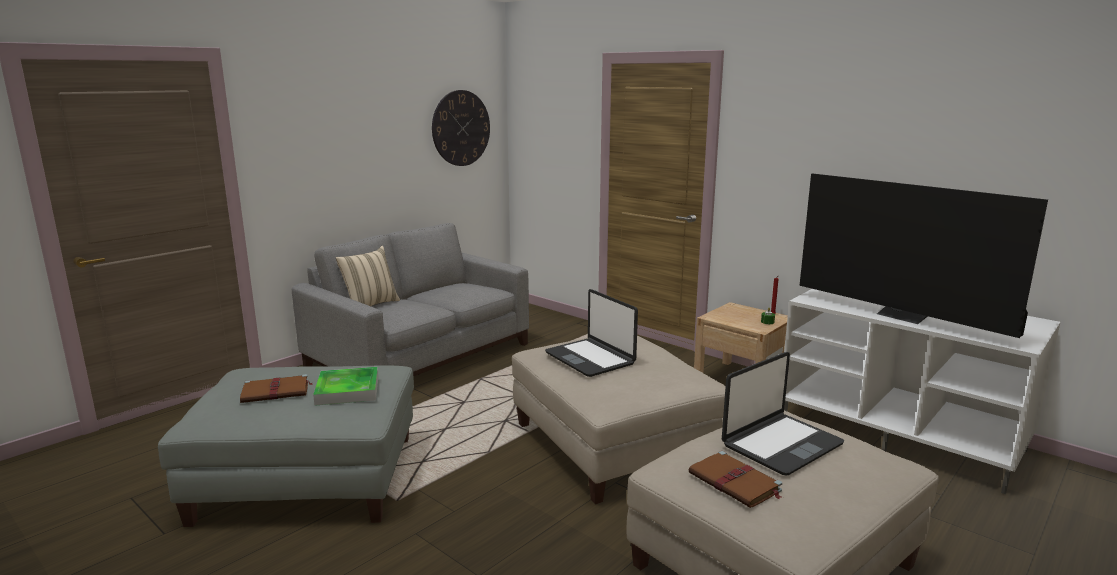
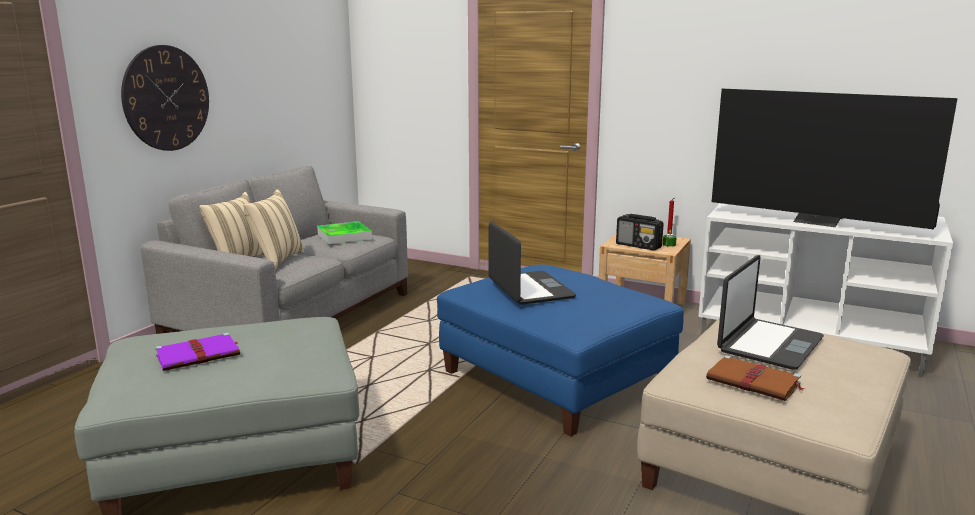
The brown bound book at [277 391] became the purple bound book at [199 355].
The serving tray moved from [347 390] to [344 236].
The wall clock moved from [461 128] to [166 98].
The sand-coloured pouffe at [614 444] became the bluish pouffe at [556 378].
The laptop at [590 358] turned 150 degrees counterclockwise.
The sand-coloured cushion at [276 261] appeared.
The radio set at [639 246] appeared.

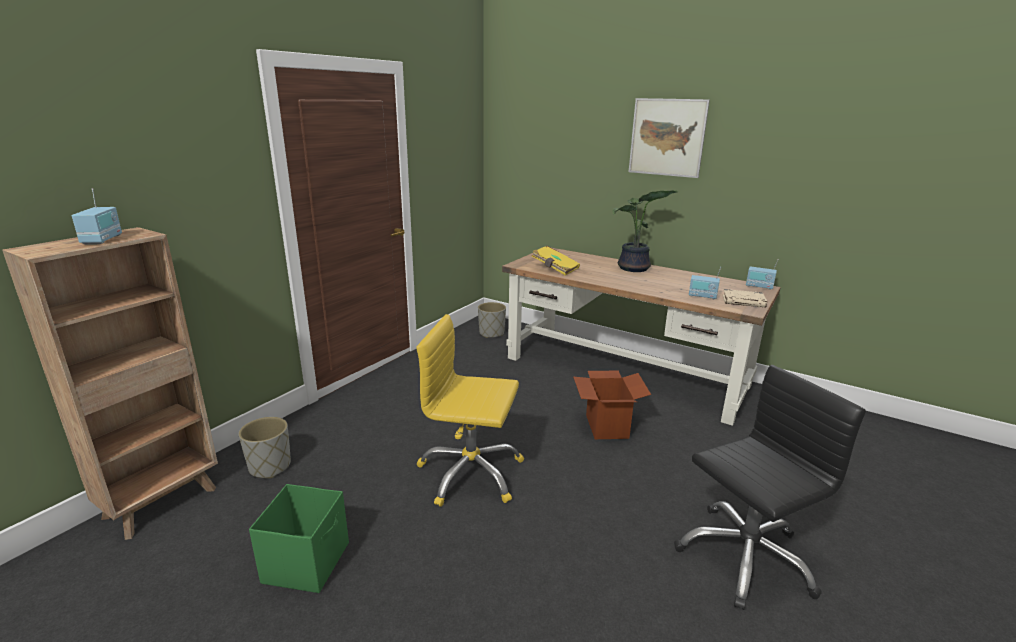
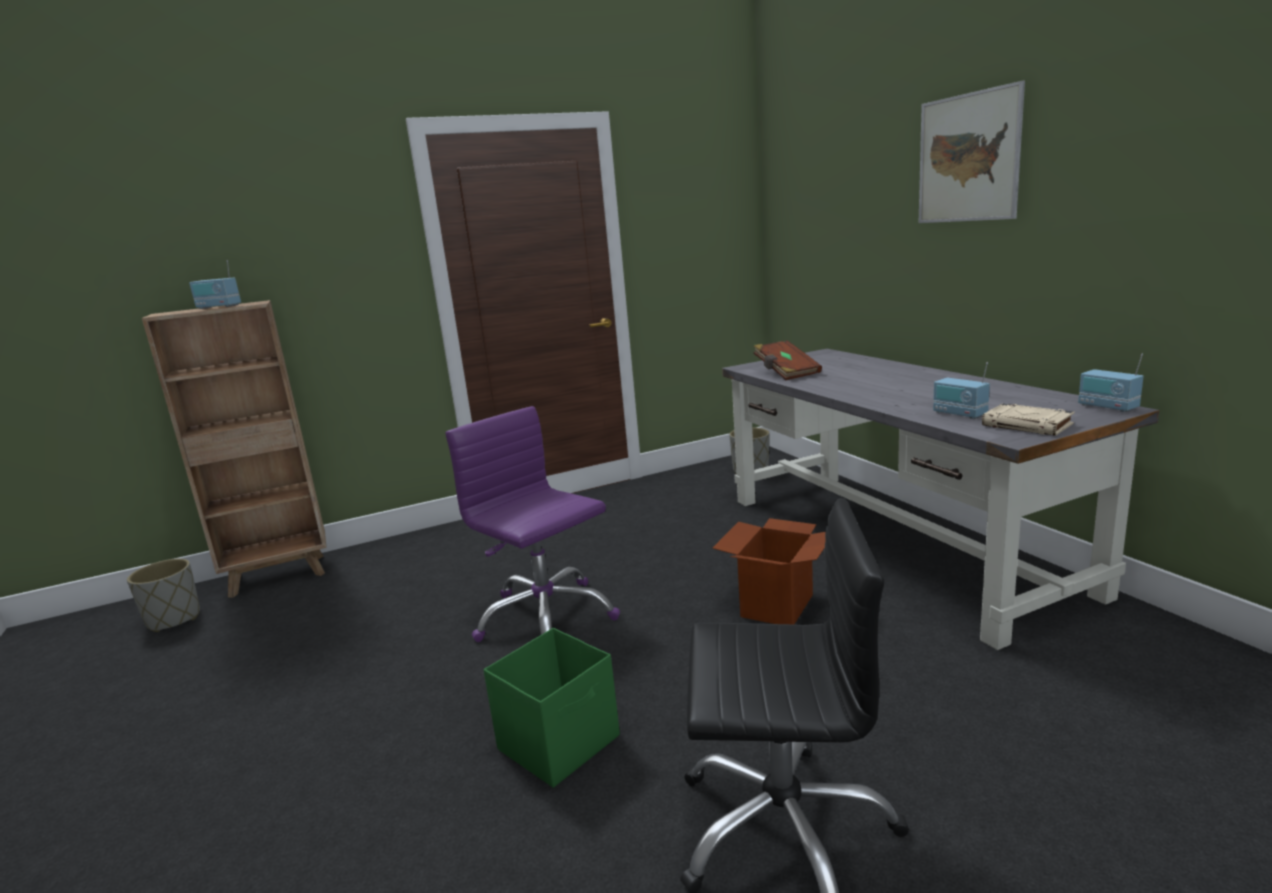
The radio set at [102 240] turned 75 degrees clockwise.
The gray plant pot moved from [270 467] to [173 619].
The greenish storage bin moved from [308 562] to [561 742].
The yellowish computer chair at [470 473] became the purple computer chair at [545 617].
The brown desk at [625 371] became the gray desk at [894 542].
The yellowish bound book at [555 269] became the brown bound book at [786 373].
The plant in a pot at [634 269] disappeared.

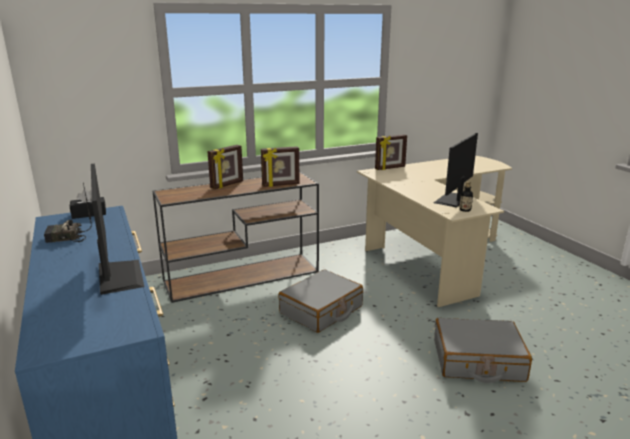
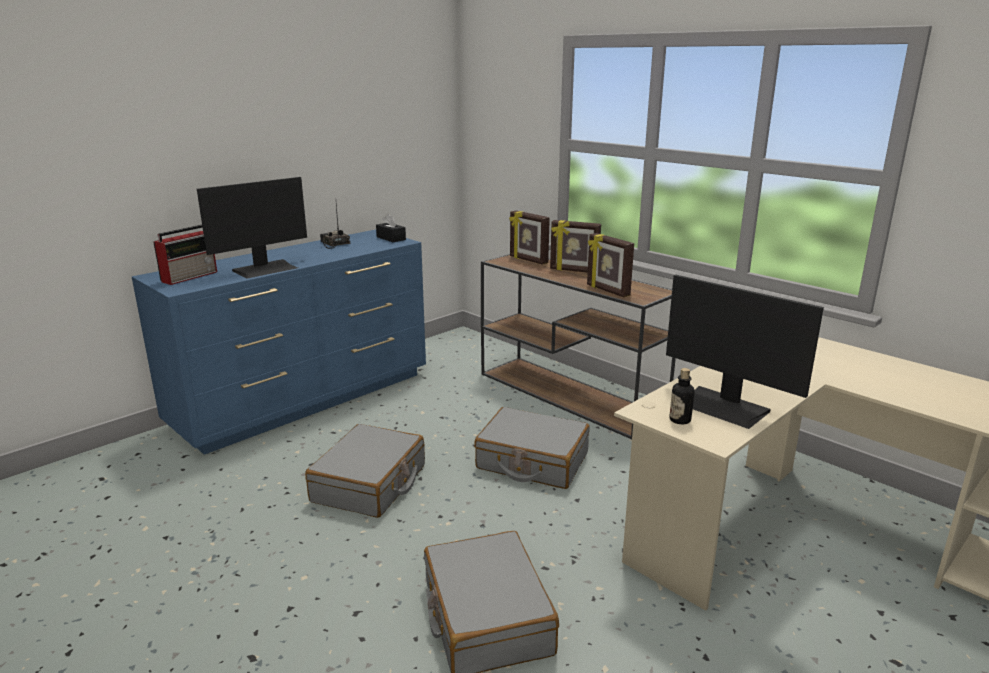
The picture frame moved from [390 168] to [528 260].
The monitor at [452 200] turned 150 degrees counterclockwise.
The radio set at [190 276] appeared.
The gray travel case at [370 484] appeared.

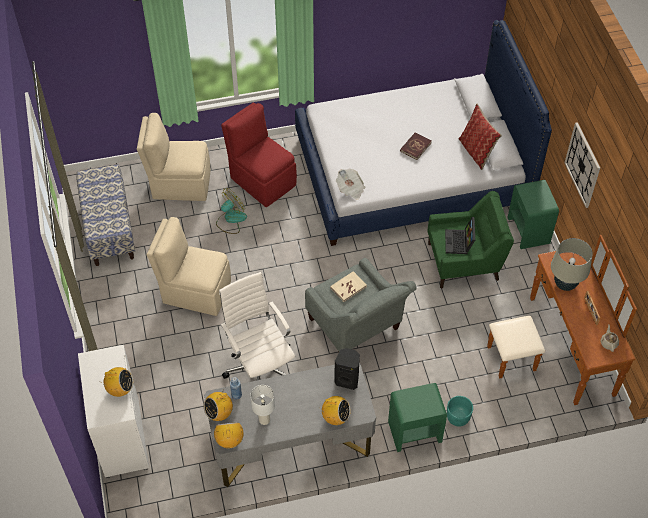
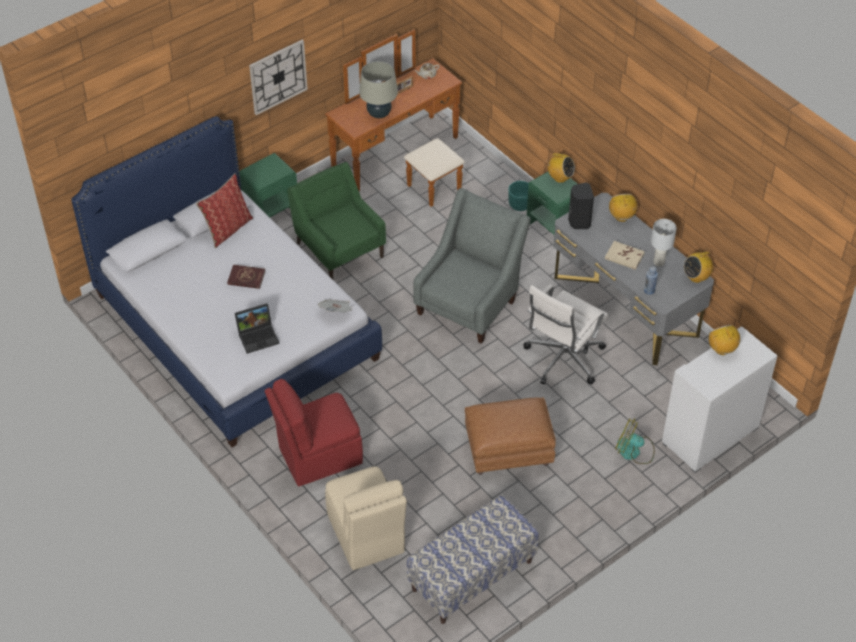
The sand-coloured plain chair at [195 291] was replaced by the brown pouffe at [507 452].
The radio set moved from [219 413] to [560 178].
The fan moved from [231 219] to [634 451].
The red-coloured plain chair at [262 180] turned 45 degrees clockwise.
The sand-coloured bound book moved from [348 287] to [624 257].
The laptop moved from [459 243] to [258 336].

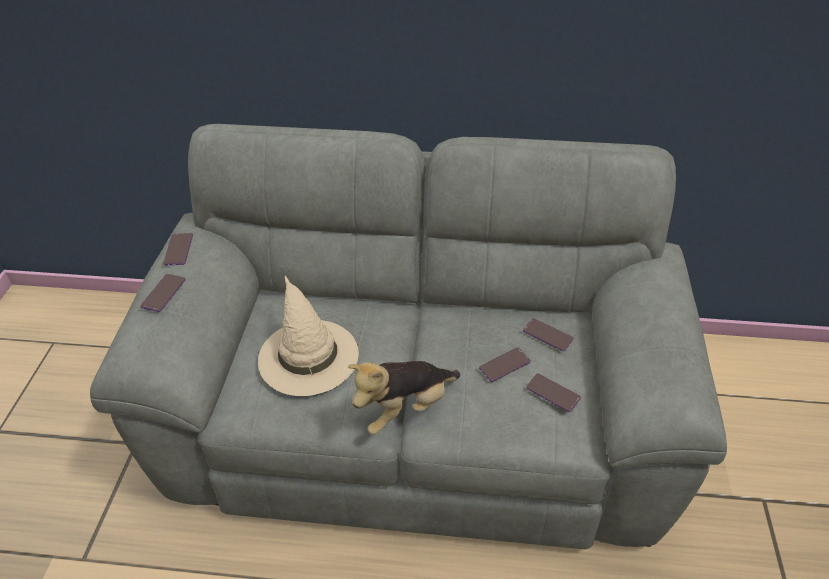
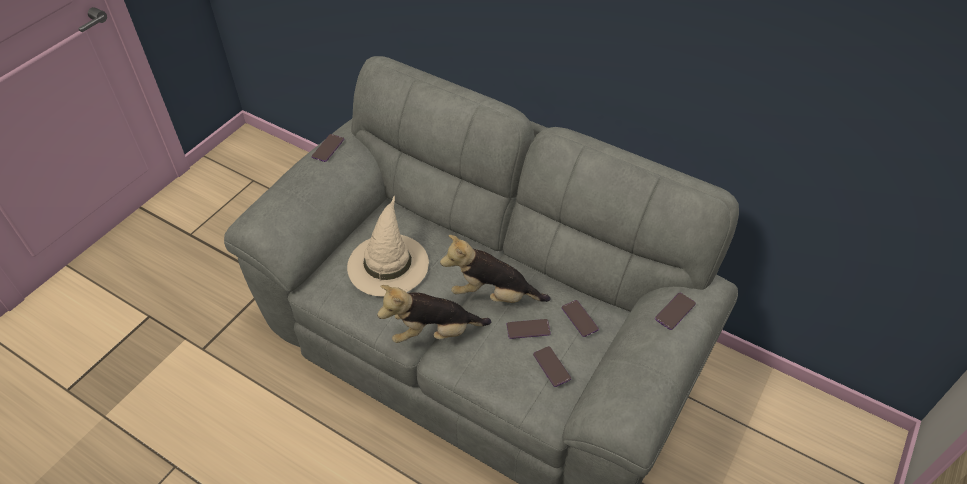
The handset moved from [163 293] to [675 311].
The soft toy at [493 295] appeared.

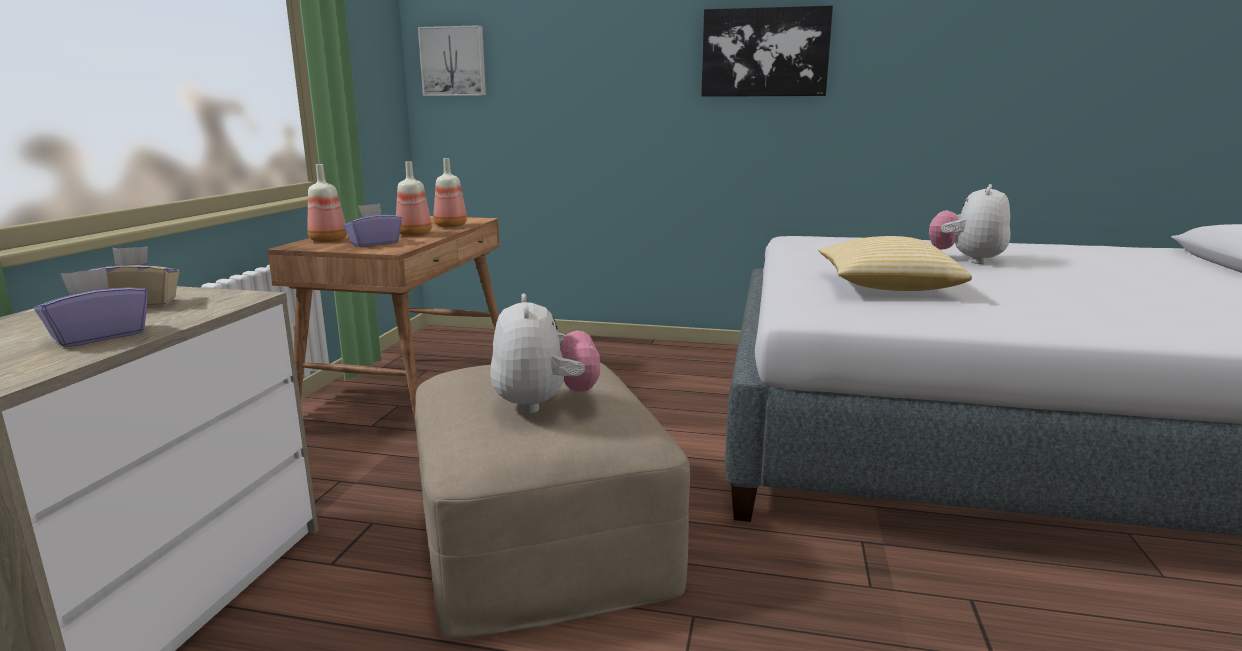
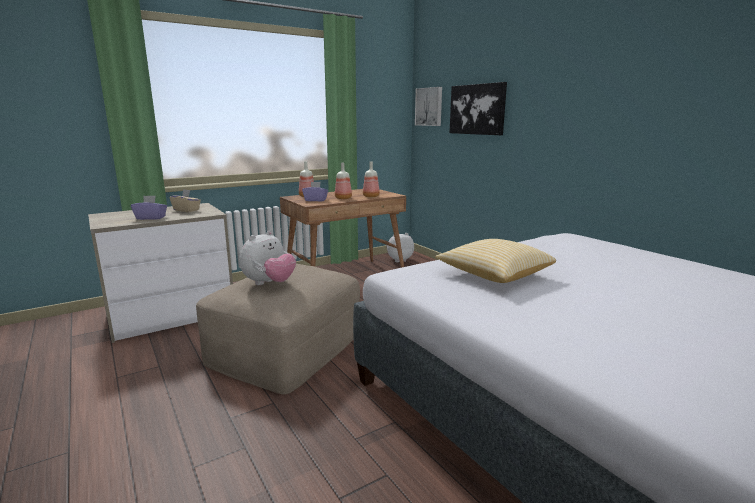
The wall picture moved from [765 52] to [477 109].
The soft toy moved from [966 260] to [399 260].

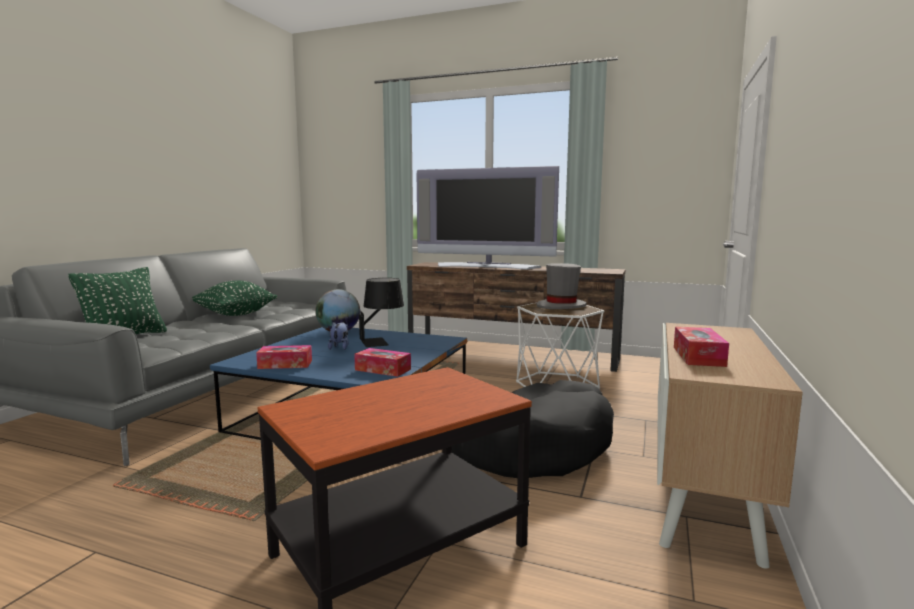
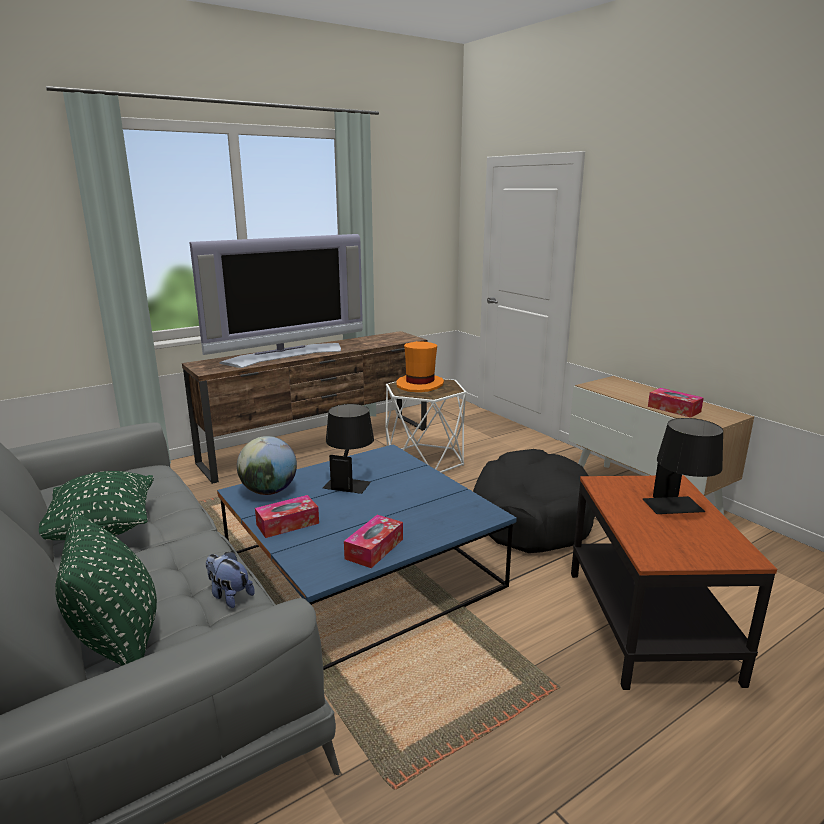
The soft toy moved from [340 347] to [229 595].
The tissue box moved from [383 369] to [287 524].
The gray wearable hat at [561 306] became the orange wearable hat at [420 385].
The blackish tabletop lamp at [679 510] appeared.

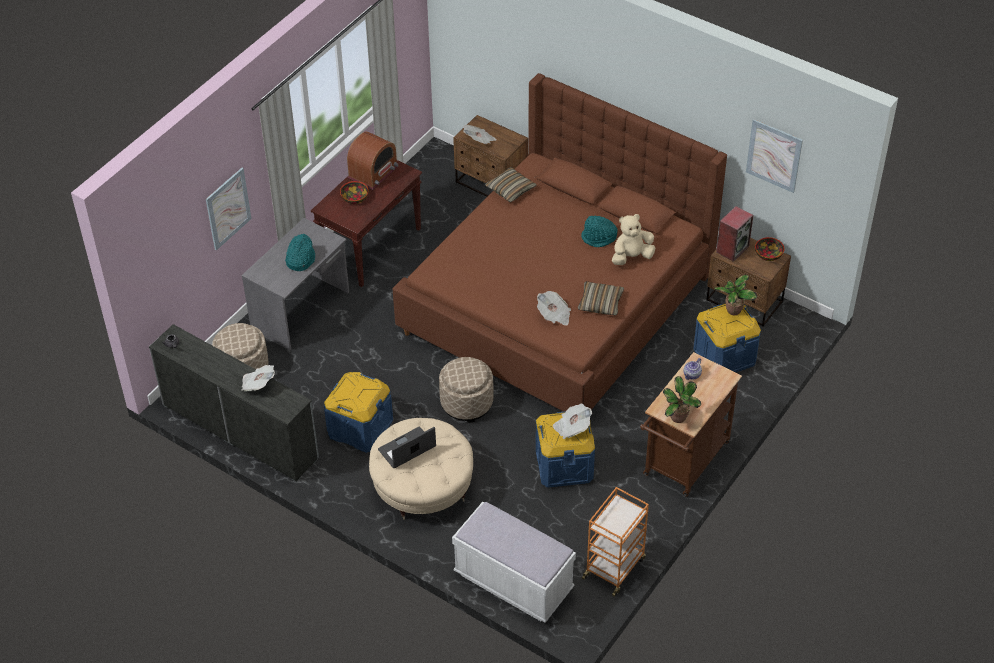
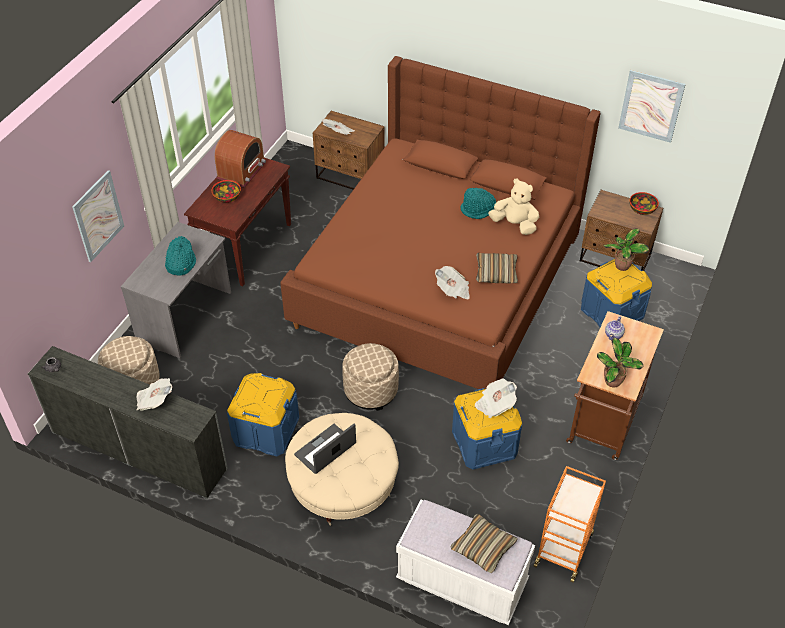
The cushion moved from [510 189] to [483 547].
The sand-coloured soft toy at [631 257] turned 60 degrees clockwise.
The audio speaker at [732 248] disappeared.

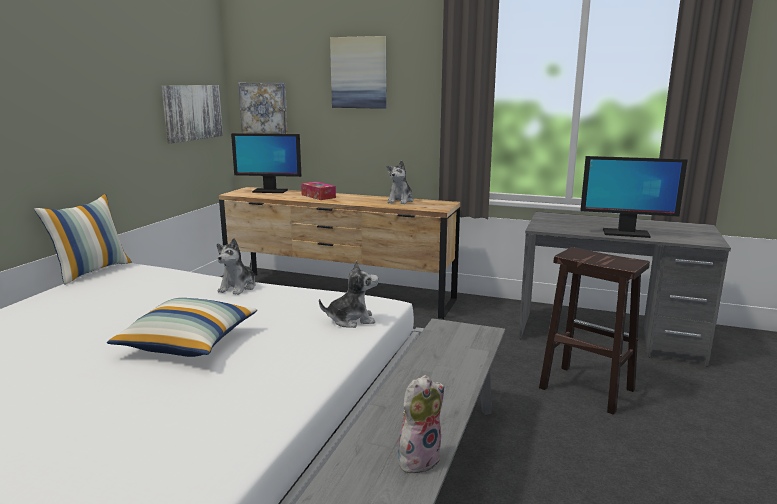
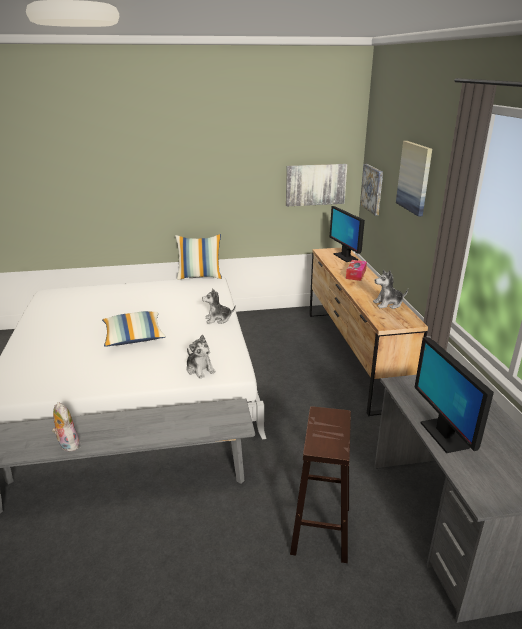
The soft toy at [418 458] turned 150 degrees counterclockwise.

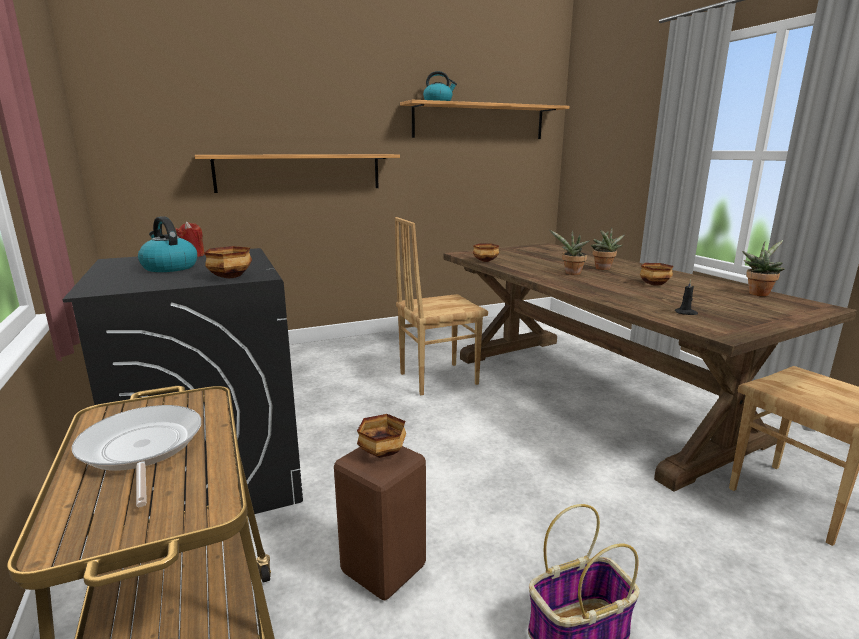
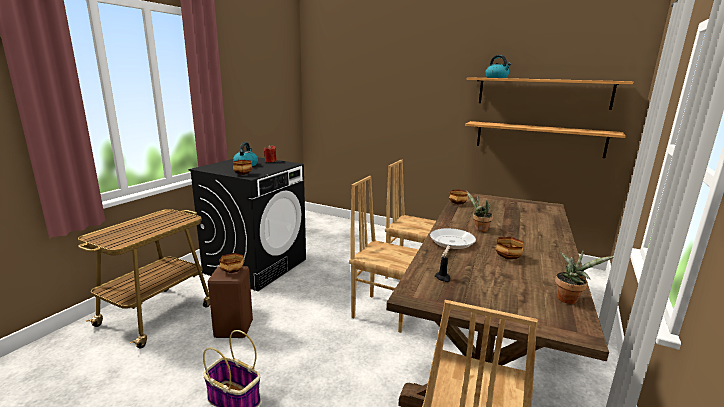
The pan moved from [141 449] to [451 243].
The bracket shelf moved from [299 172] to [539 139].
The plant in a pot at [603 269] disappeared.
The brown plain chair at [384 312] appeared.

